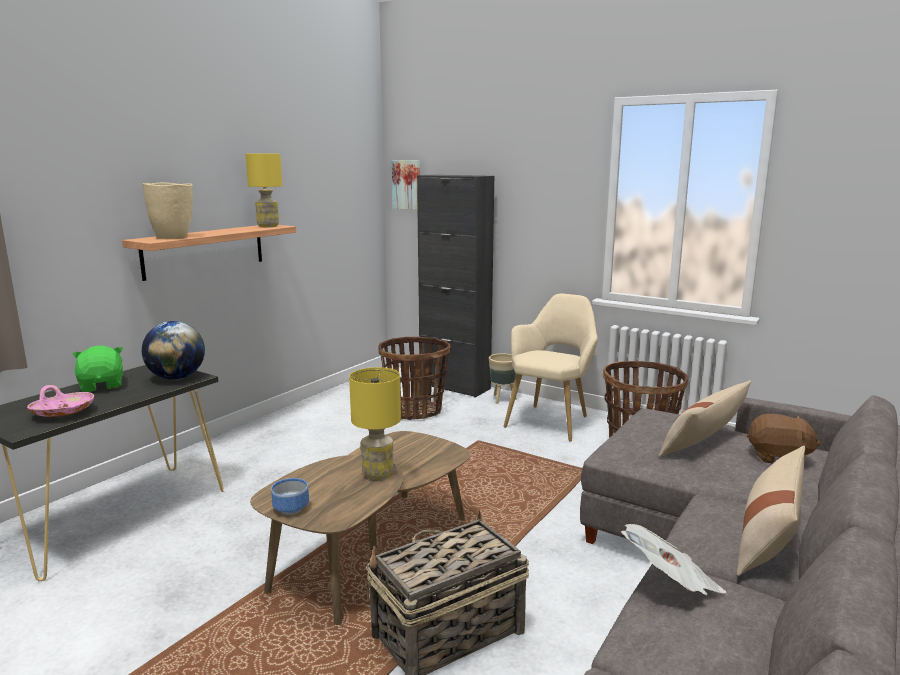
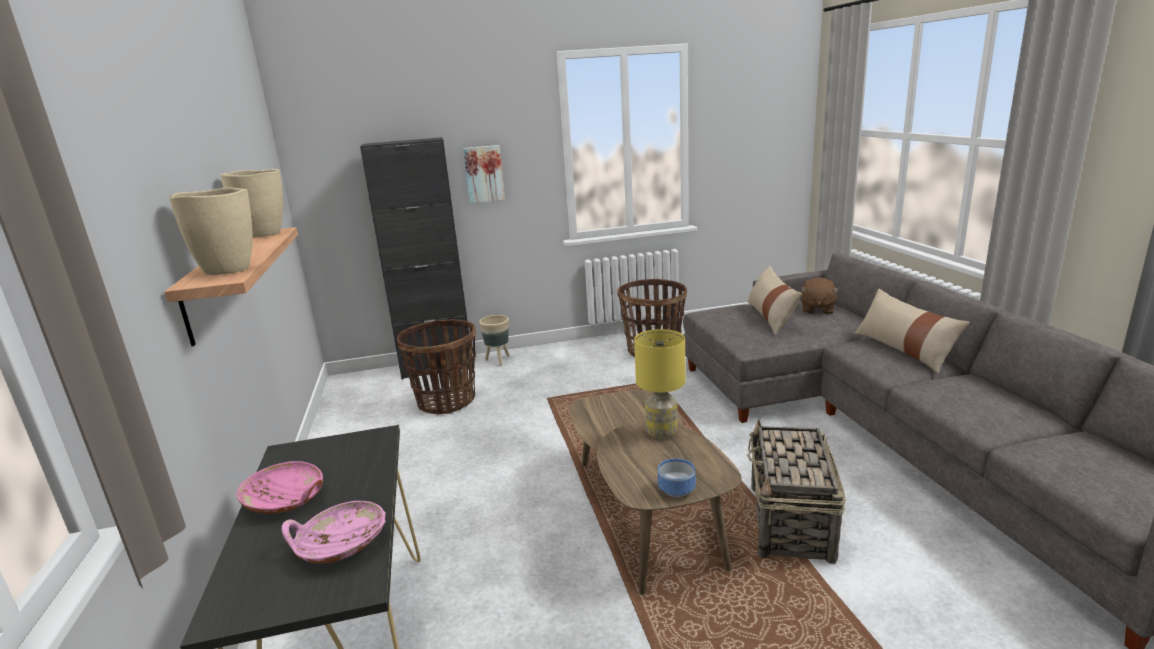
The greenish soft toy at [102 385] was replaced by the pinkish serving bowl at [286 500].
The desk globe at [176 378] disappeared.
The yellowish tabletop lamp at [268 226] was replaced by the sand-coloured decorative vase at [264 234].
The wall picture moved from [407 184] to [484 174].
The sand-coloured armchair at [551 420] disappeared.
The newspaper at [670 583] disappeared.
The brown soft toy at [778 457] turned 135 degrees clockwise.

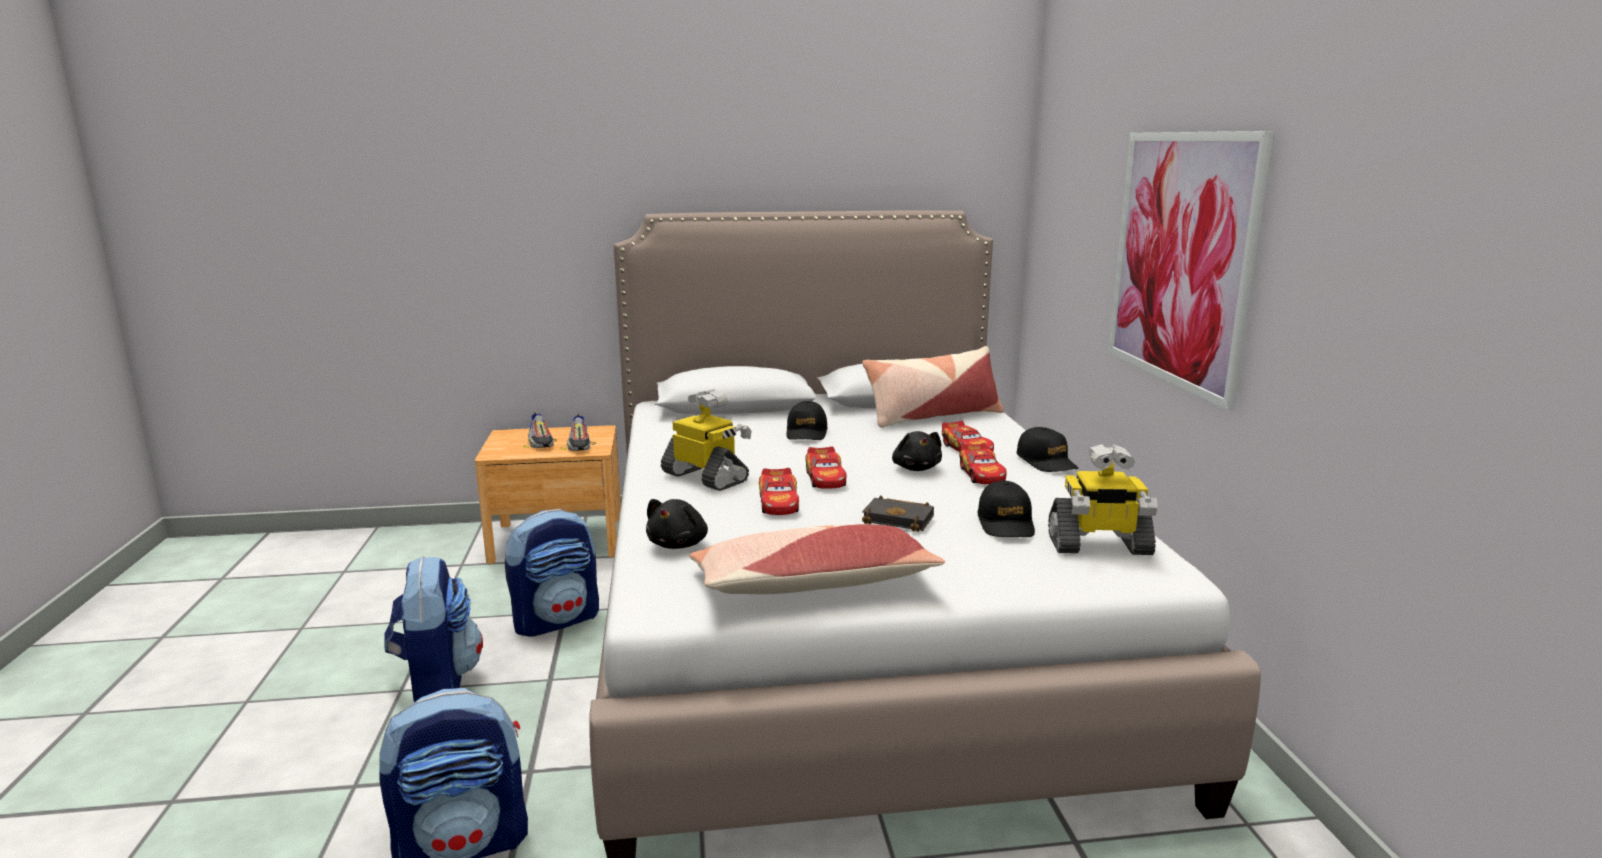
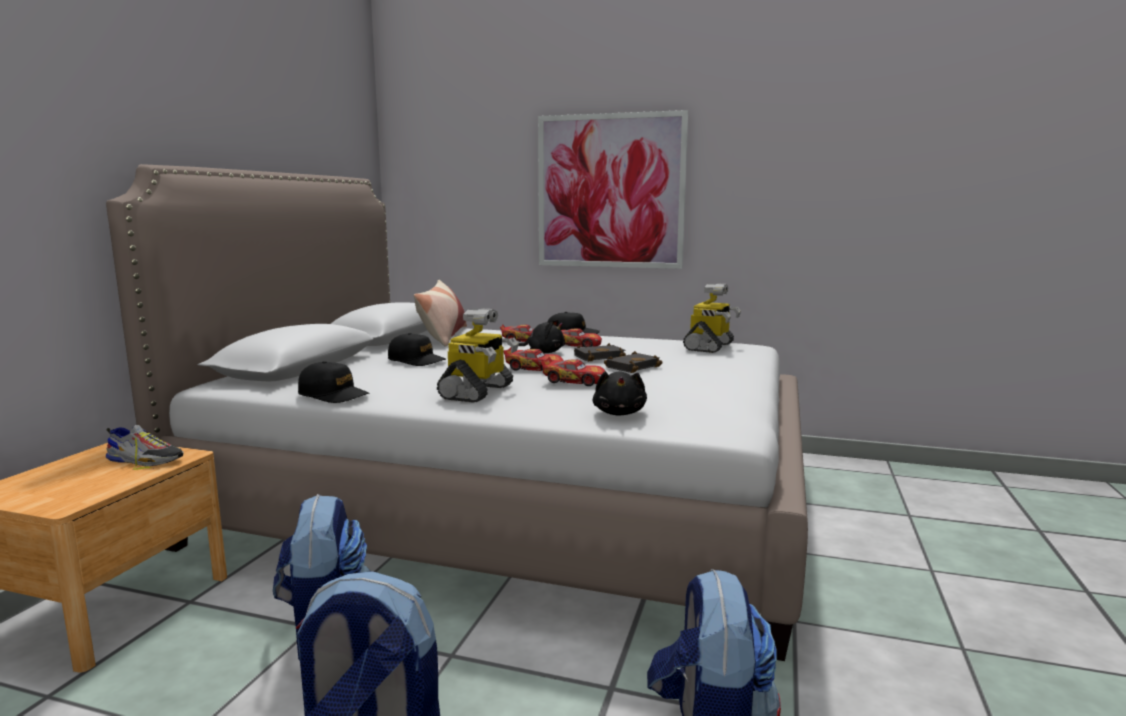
The low shoe at [540 442] disappeared.
The blackish soft toy at [679 544] turned 45 degrees clockwise.
The toy robot at [706 477] turned 135 degrees clockwise.
The cushion at [813 584] disappeared.
The blackish peaked cap moved from [1006 523] to [333 395].
The blackish bound book at [599 356] appeared.

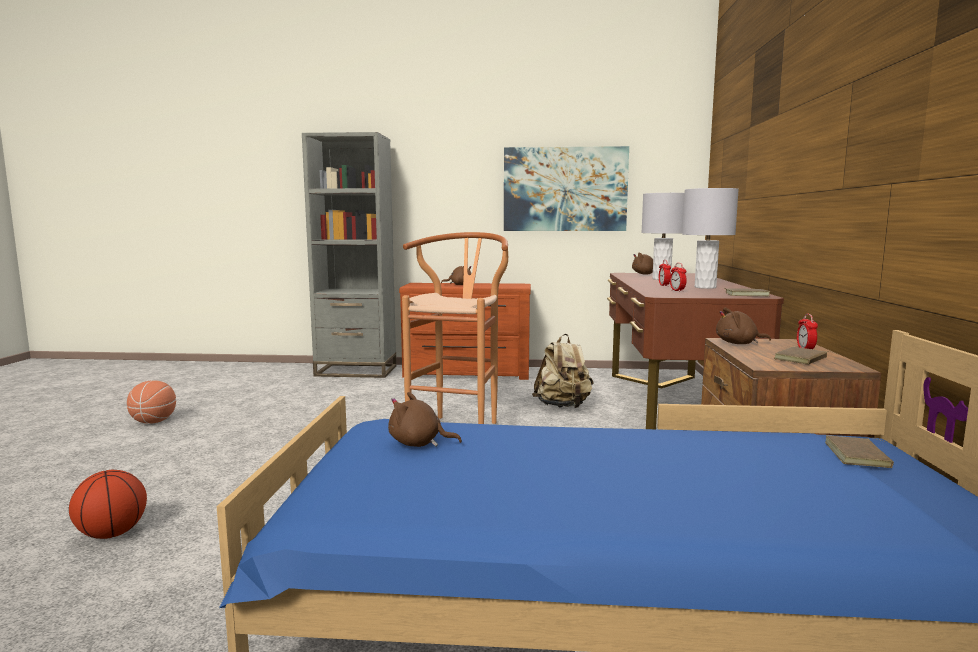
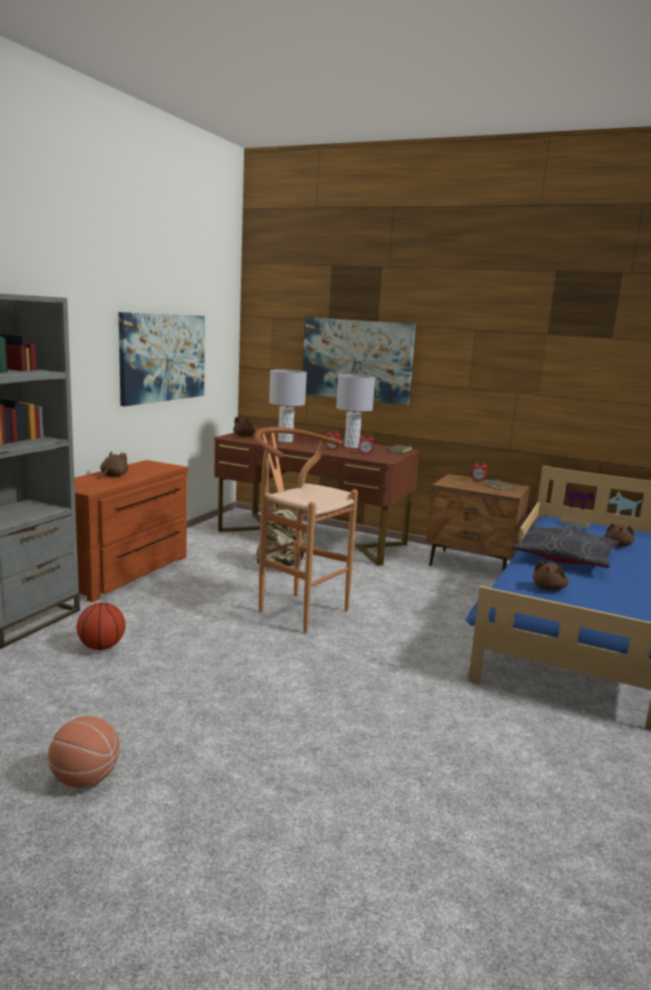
The basketball ball moved from [112 534] to [102 647].
The brown soft toy moved from [739 343] to [618 545].
The wall picture at [357 360] appeared.
The gray cushion at [564 557] appeared.

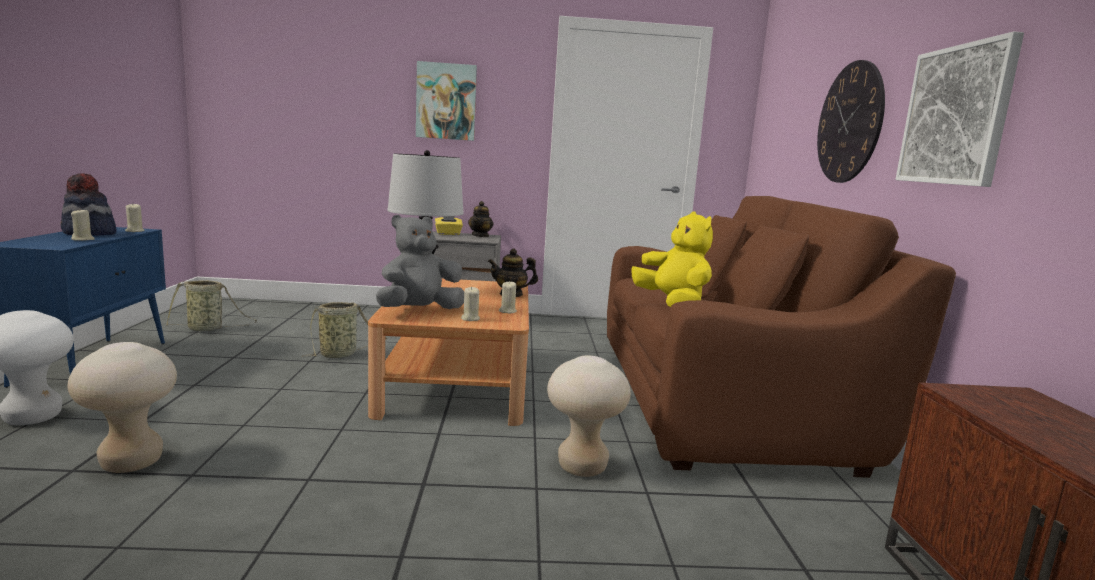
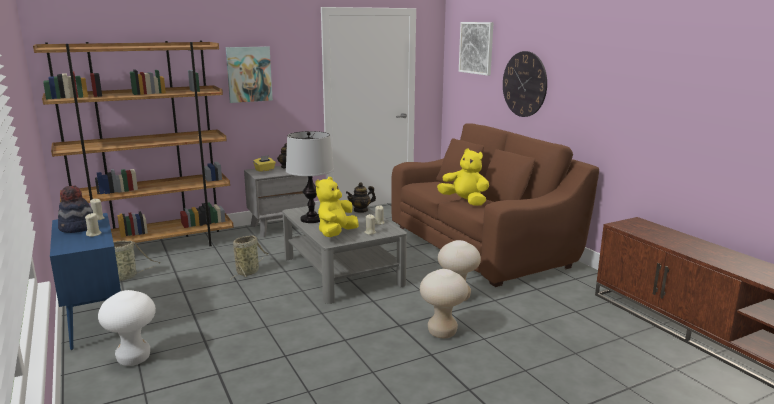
The sand-coloured sitting stool moved from [132 463] to [442 332].
The brown lounge table at [457 382] became the gray lounge table at [342 271].
The gray soft toy at [419 311] became the yellowish soft toy at [336 234].
The wall picture moved from [956 115] to [476 48].
The brown bookcase at [156 247] appeared.

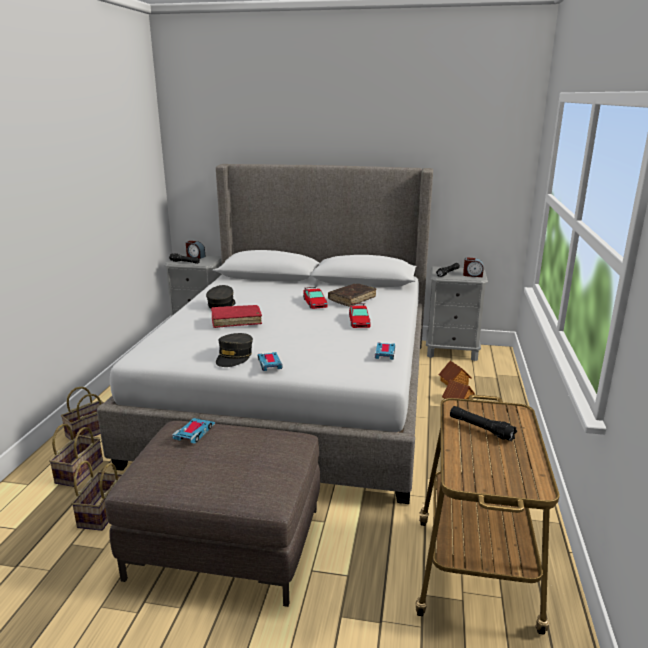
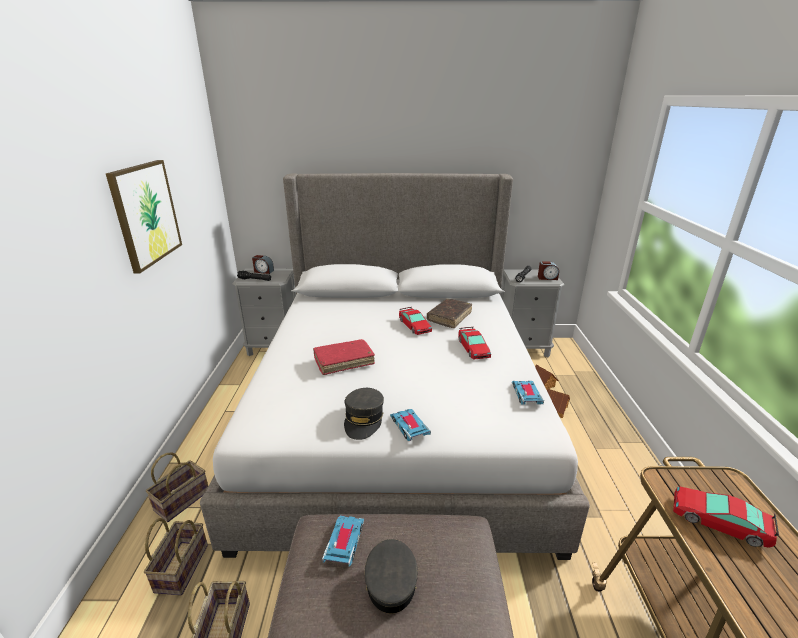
The gray peaked cap moved from [221 304] to [390 580].
The blackish hand torch at [481 429] was replaced by the toy car at [719 521].
The wall picture at [146 214] appeared.

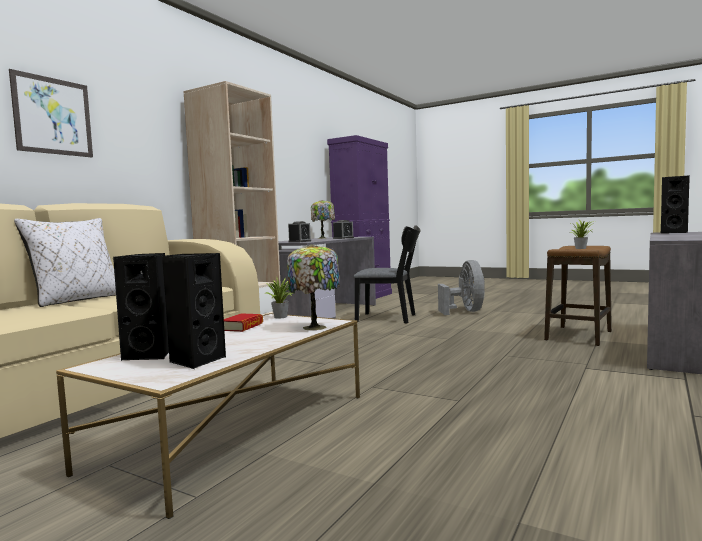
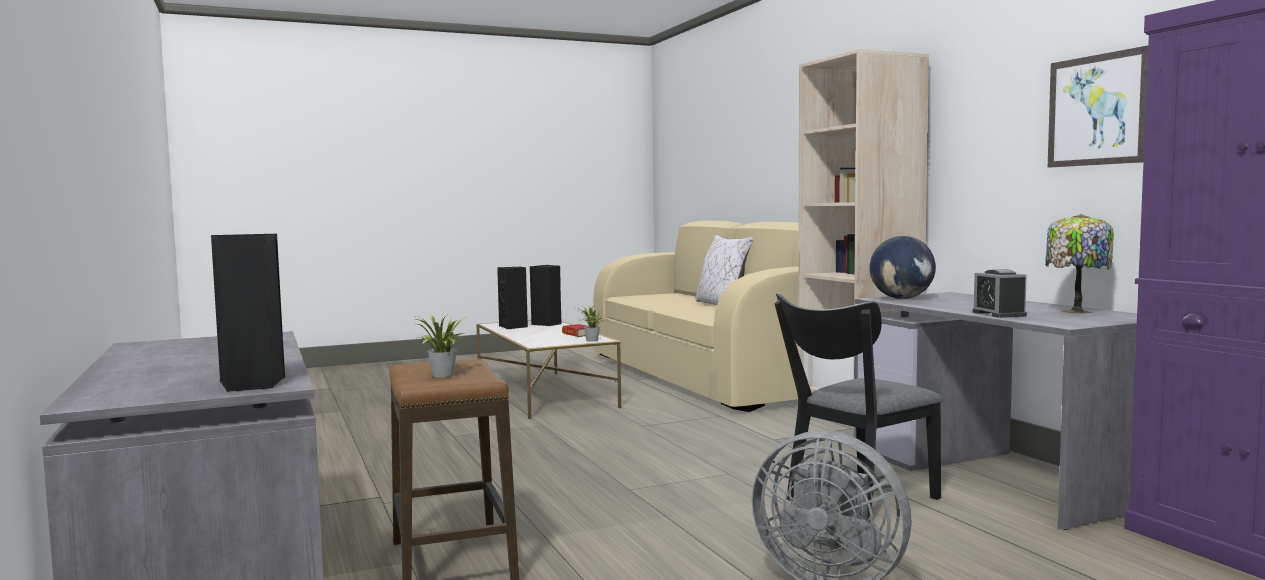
The wall picture moved from [53 116] to [1097 110].
The tabletop lamp at [316 327] disappeared.
The bedside clock at [300 241] was replaced by the desk globe at [902 298].

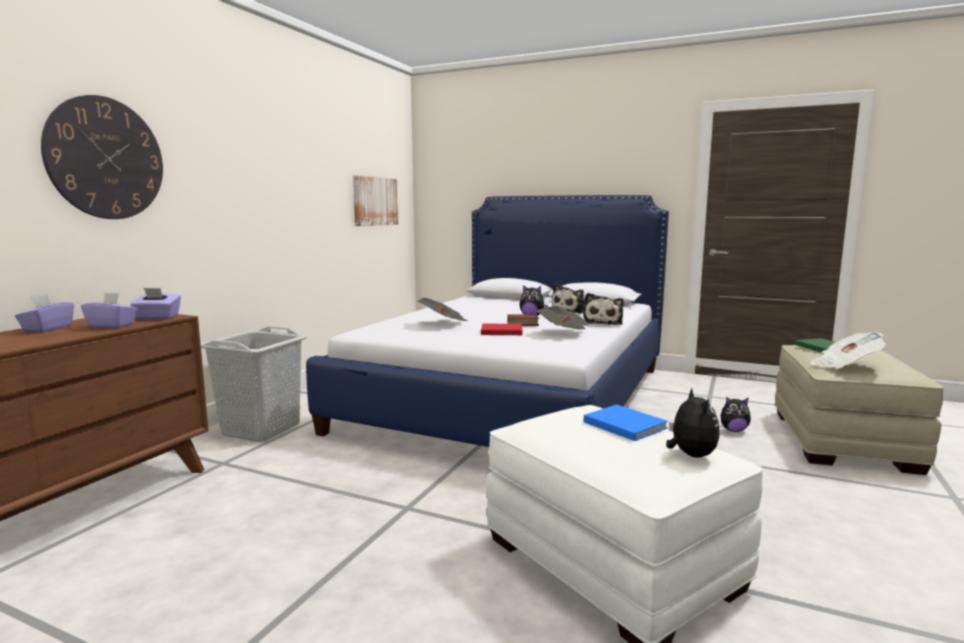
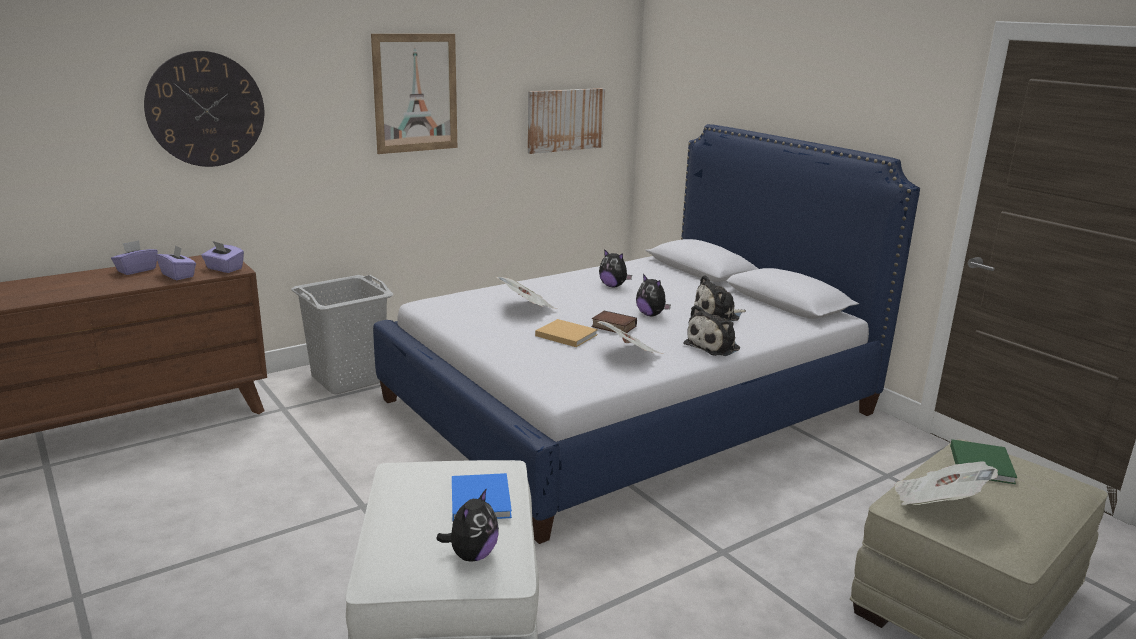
The red-coloured bound book at [500 331] became the sand-coloured bound book at [565 335].
The soft toy moved from [733 430] to [613 286].
The wall picture at [415 93] appeared.

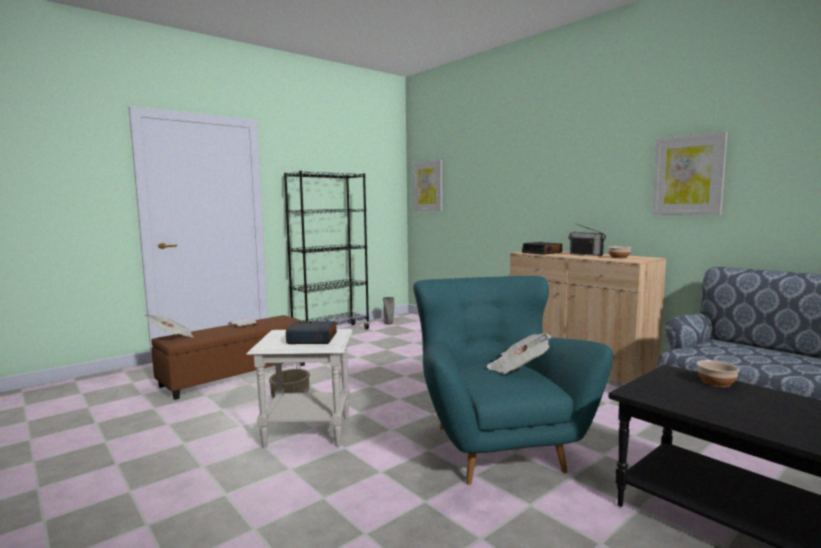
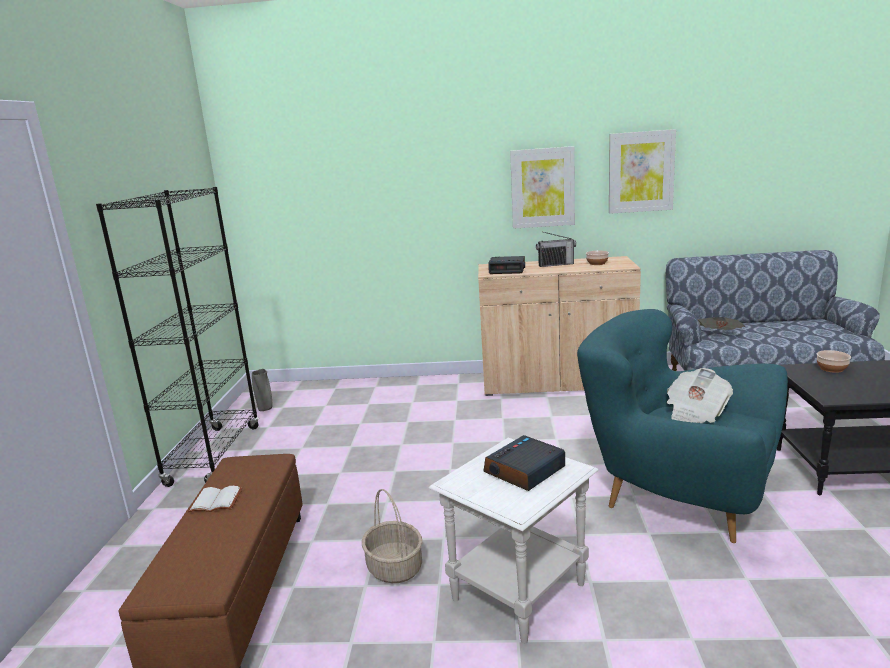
The newspaper moved from [171 337] to [720 335].
The wall picture moved from [428 186] to [542 188].

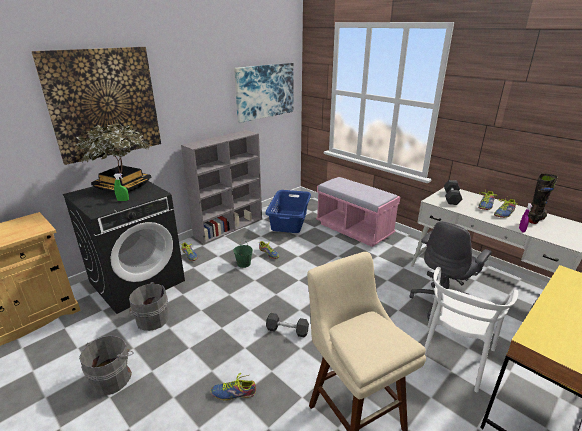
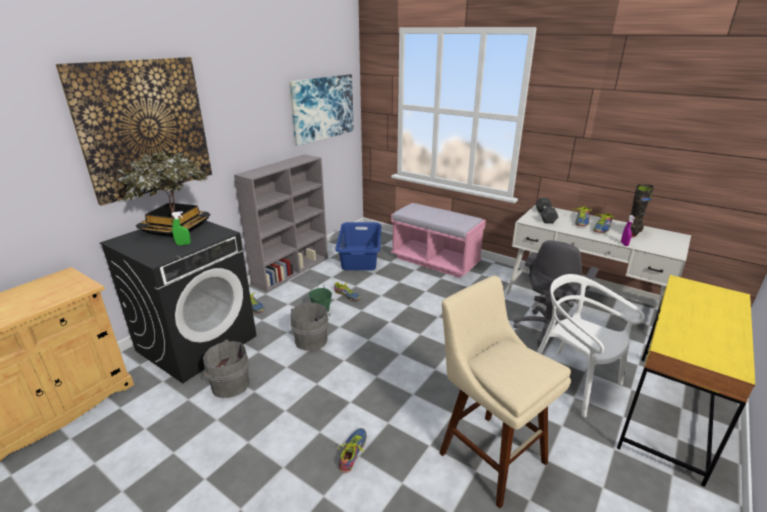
The gray water bucket moved from [113 377] to [312 339].
The low shoe at [234 393] turned 120 degrees clockwise.
The gray free weight at [287 330] disappeared.
The whitish plain chair at [454 356] turned 120 degrees clockwise.

